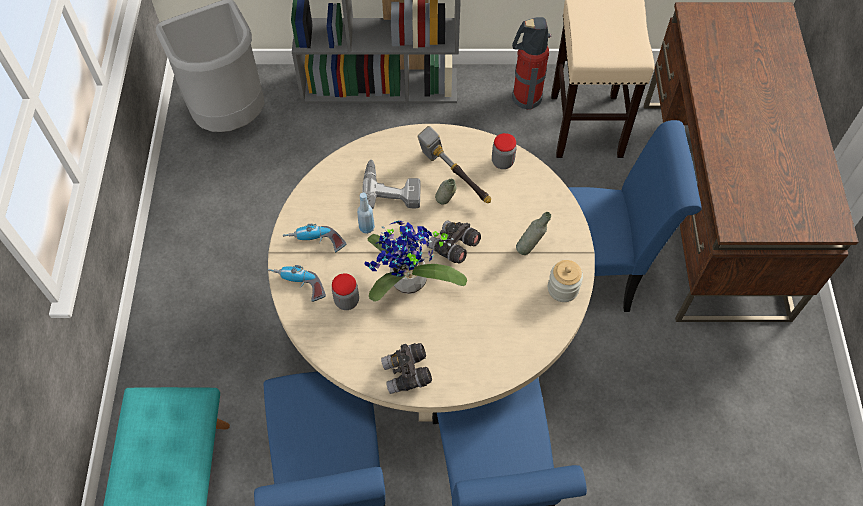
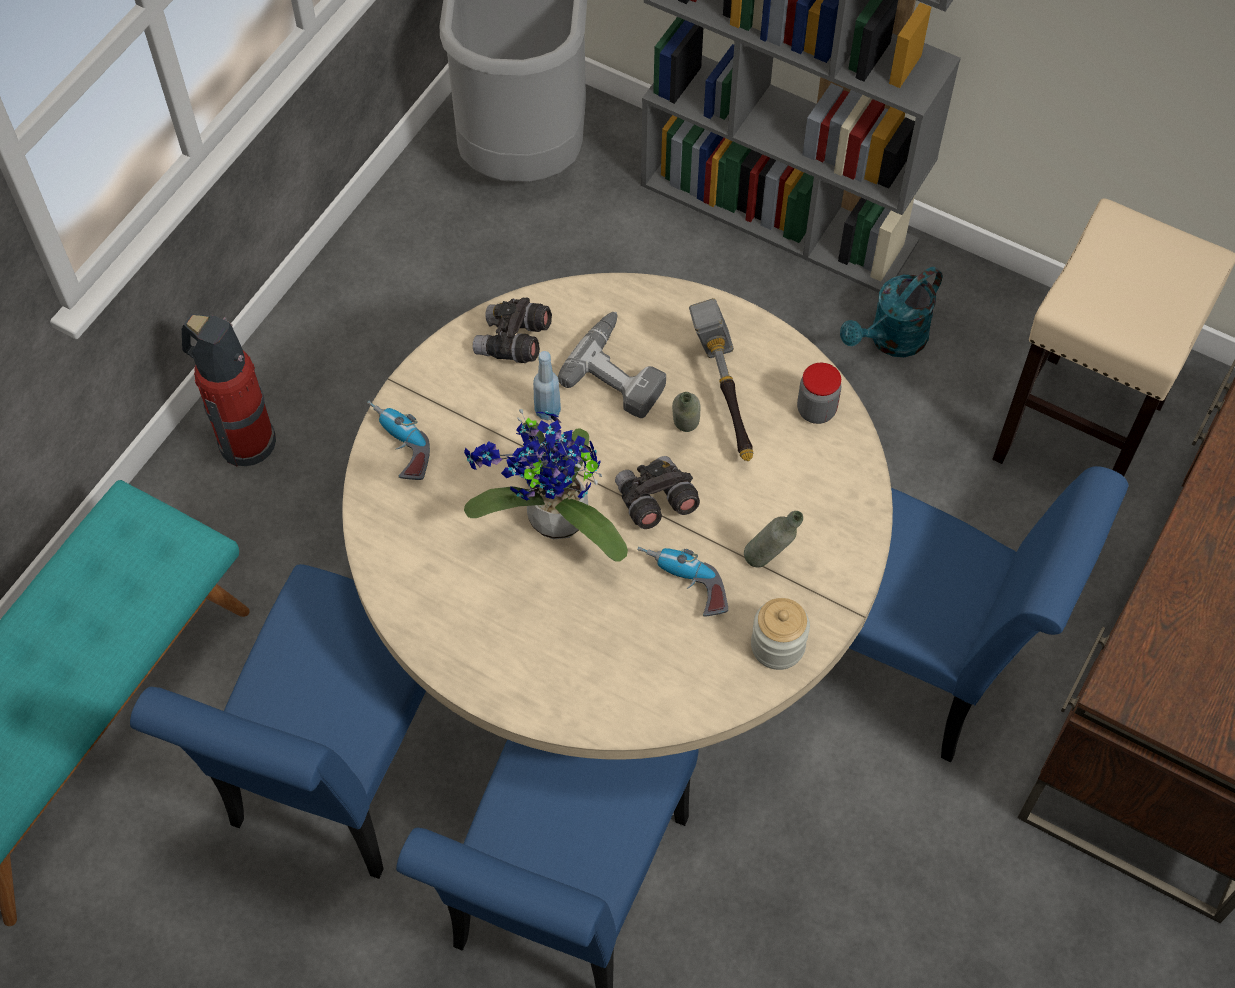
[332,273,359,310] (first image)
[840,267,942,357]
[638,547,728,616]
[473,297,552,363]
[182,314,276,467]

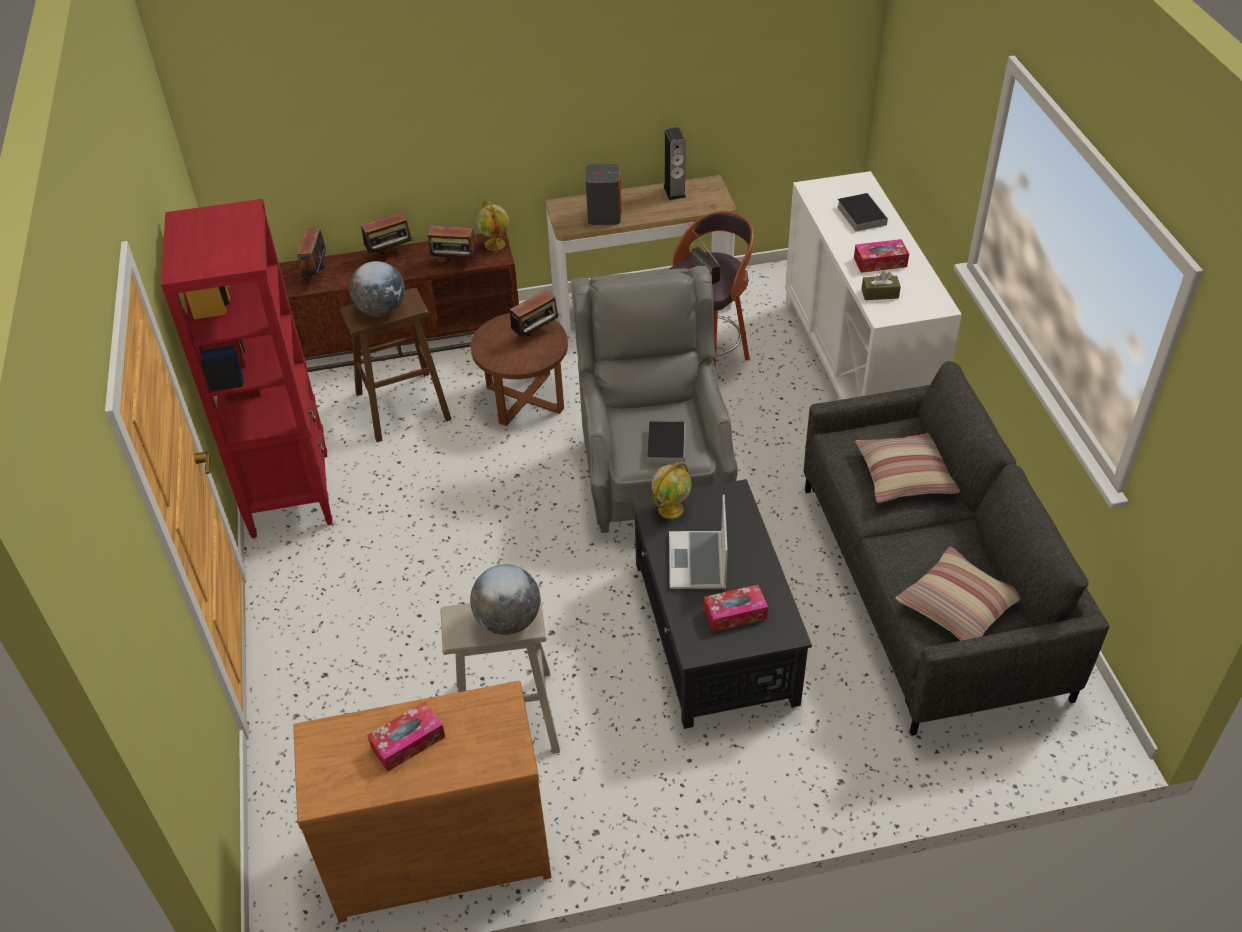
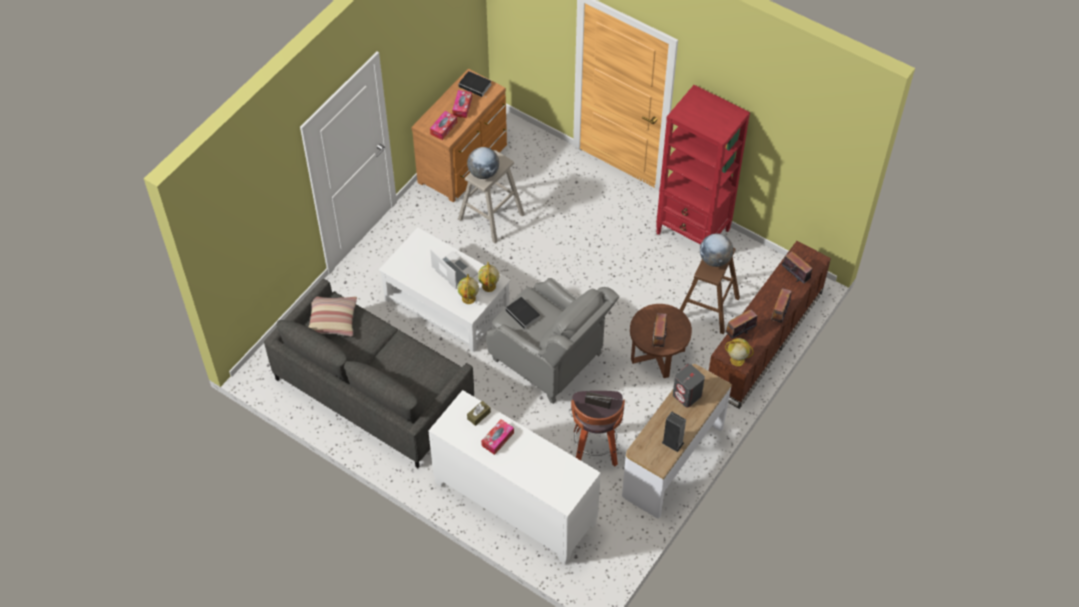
[855,433,960,503] (first image)
[457,274,479,304]
[430,111,457,140]
[458,71,492,98]
[379,227,511,352]

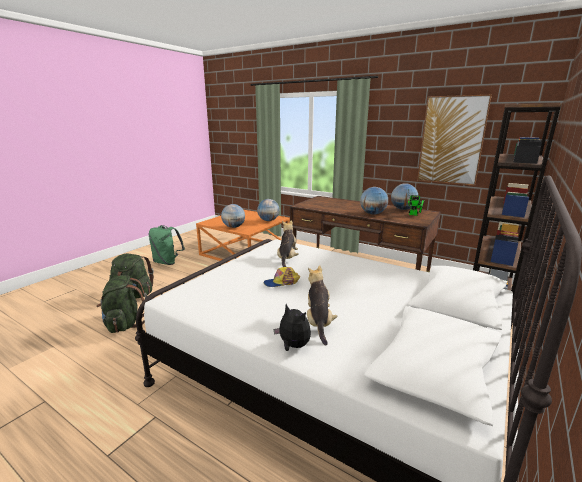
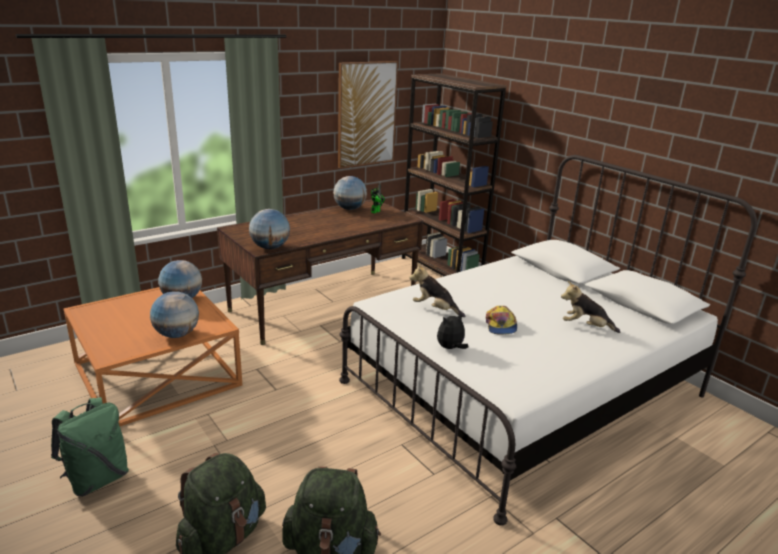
[437,312,469,349]
[249,209,290,249]

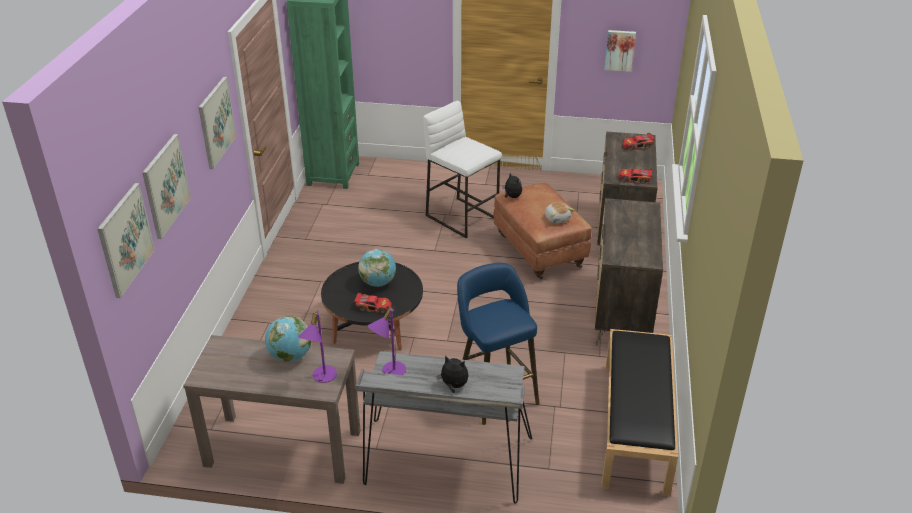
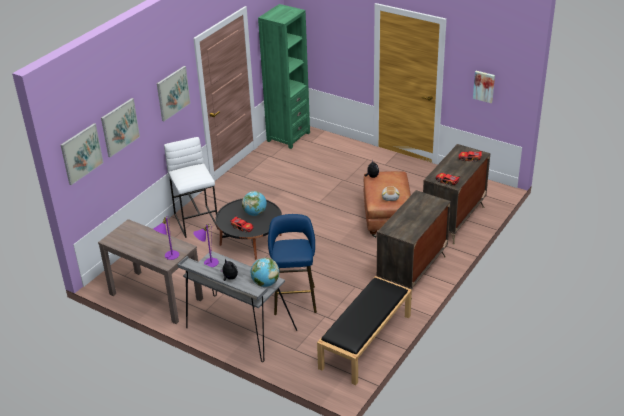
[251,258,279,287]
[164,137,218,238]

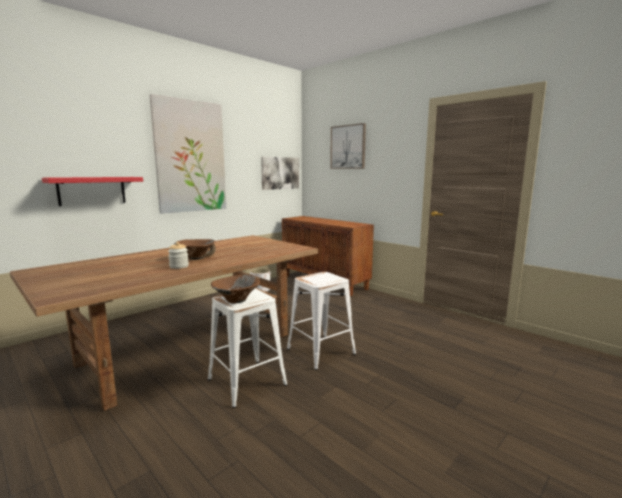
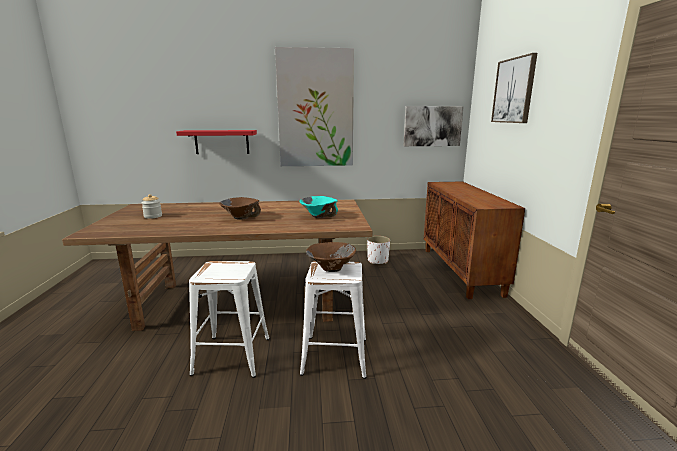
[300,196,338,218]
[141,194,162,219]
[306,242,356,272]

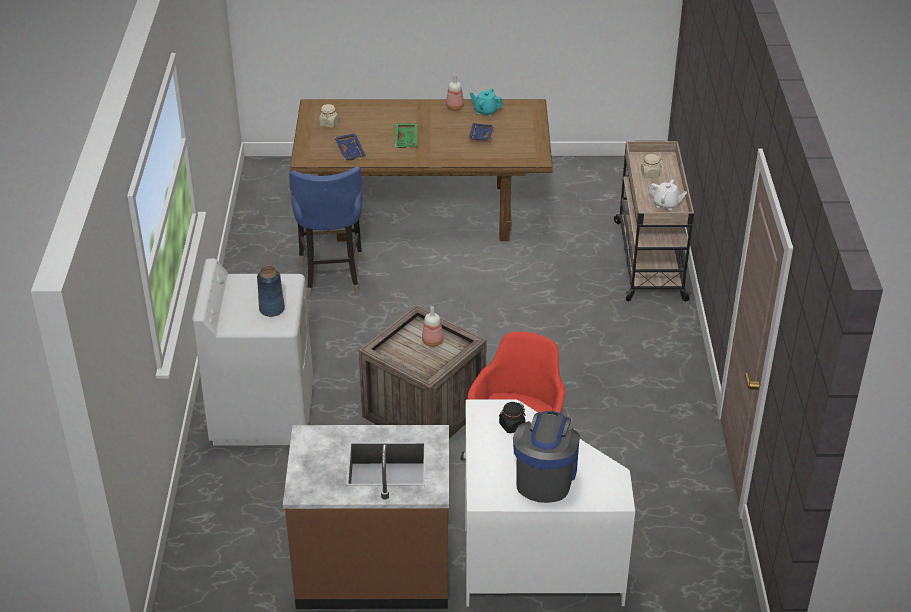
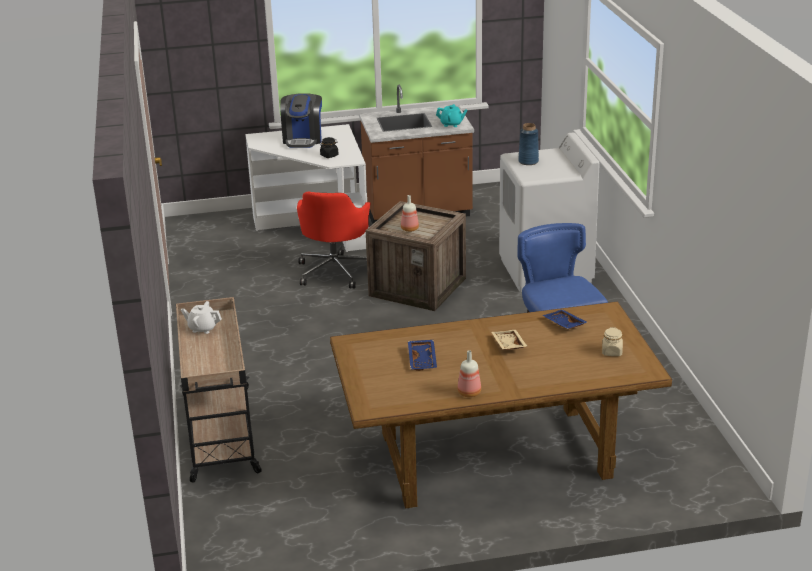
[640,154,662,178] (first image)
[436,104,467,127]
[492,330,528,350]

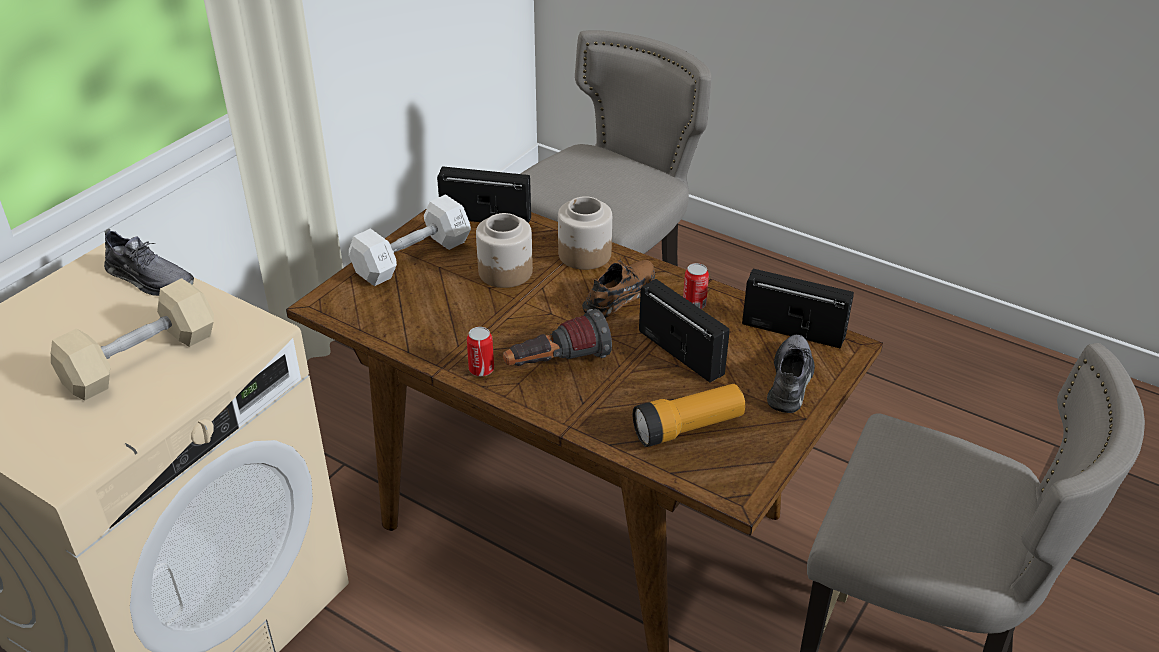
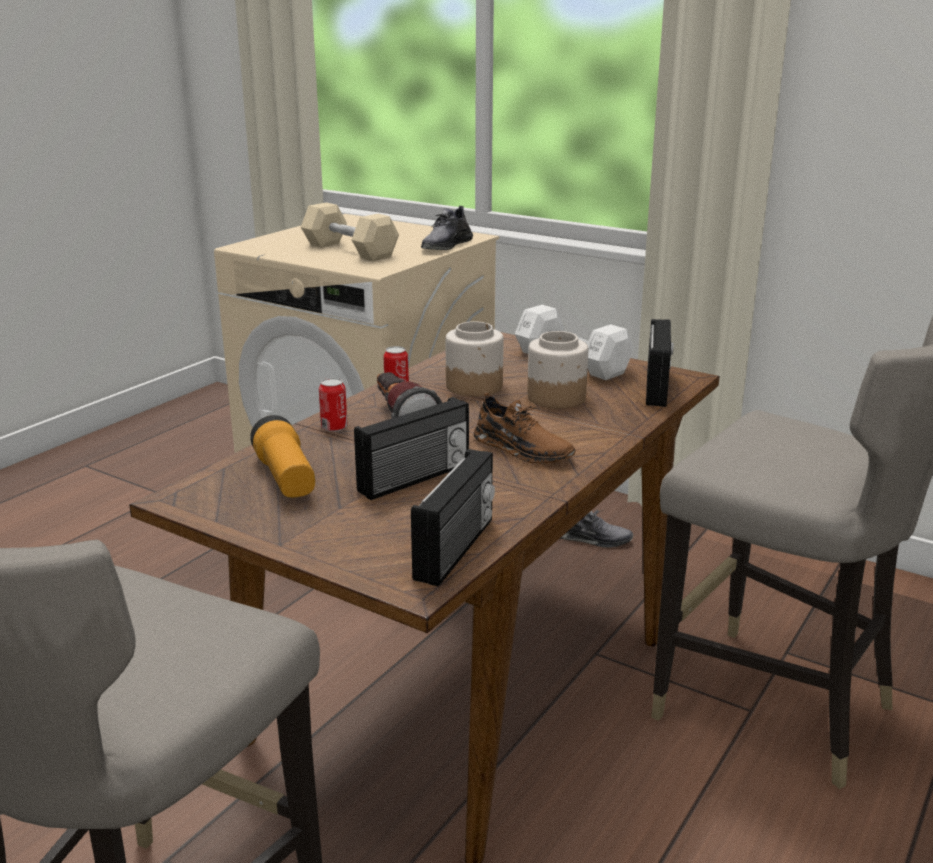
[446,321,504,397]
[319,378,348,432]
[560,510,633,548]

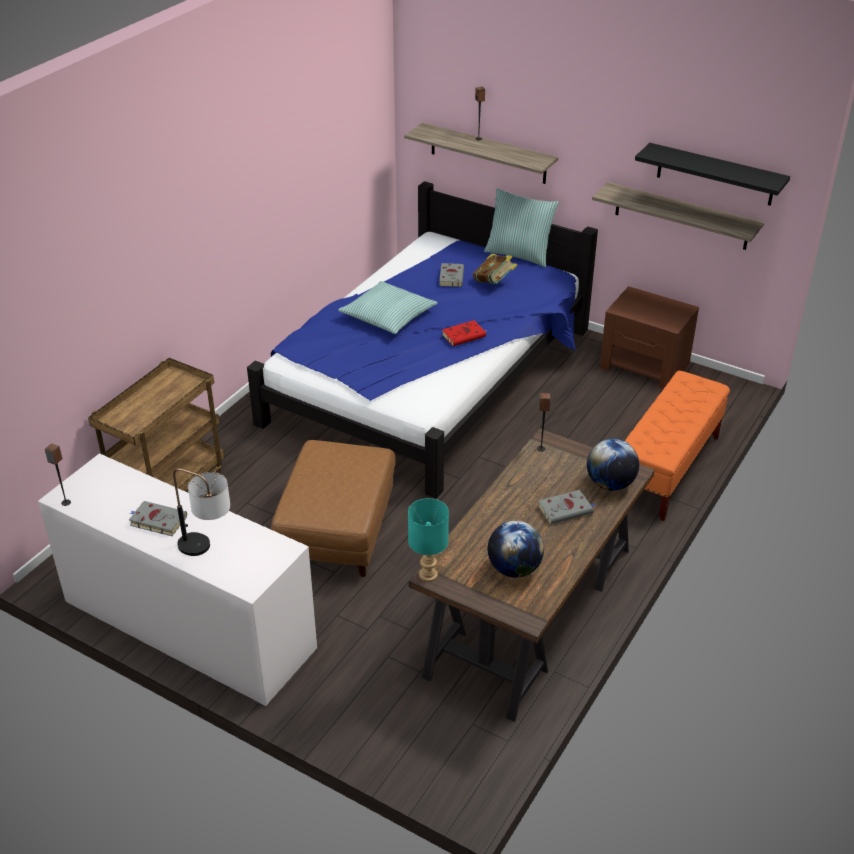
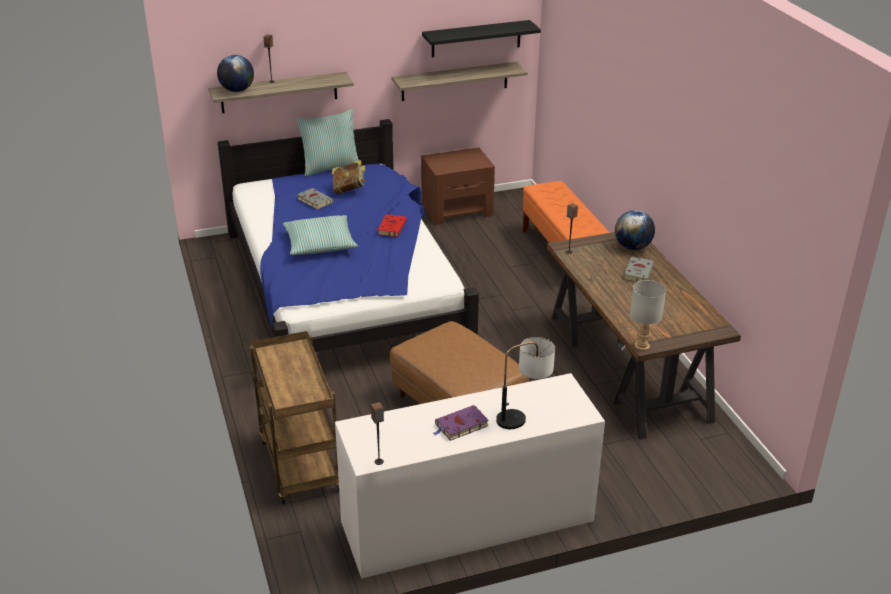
[217,55,254,92]
[433,405,489,441]
[630,280,666,351]

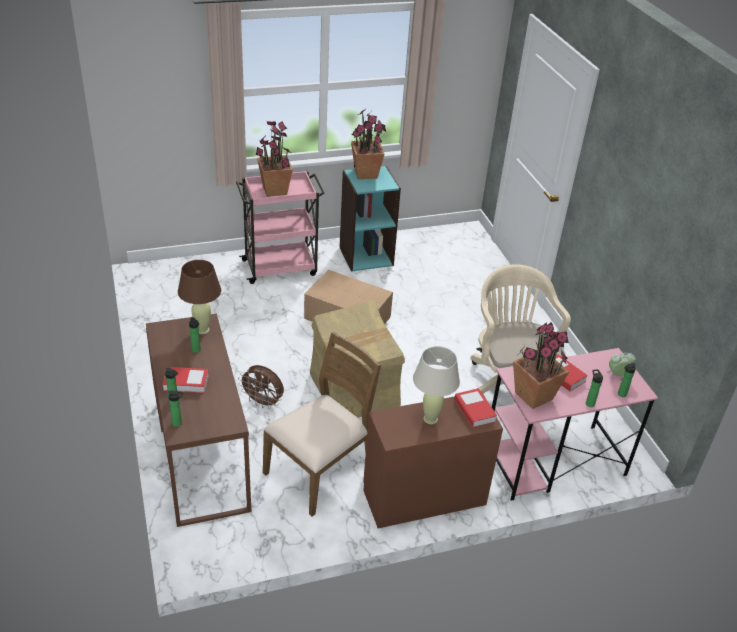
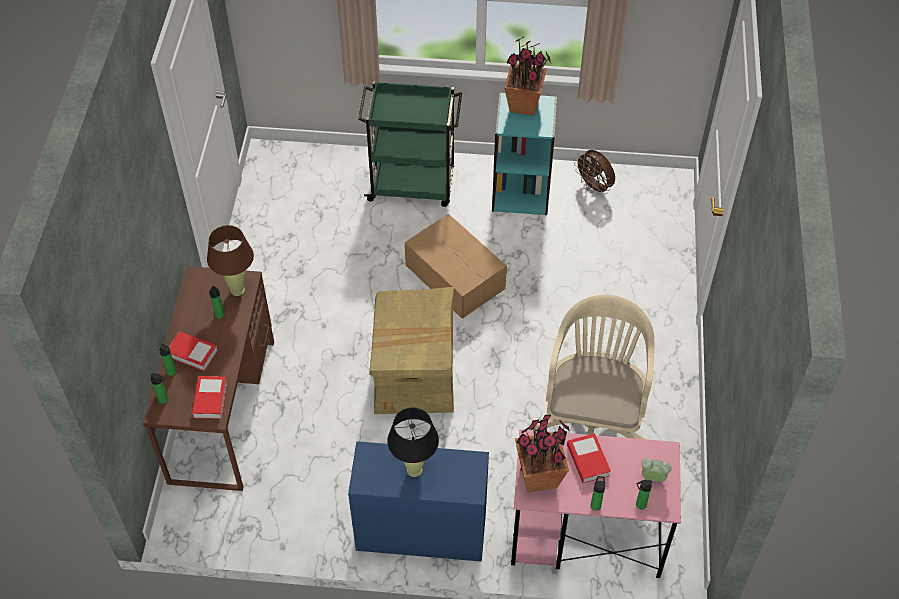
[256,121,293,197] (first image)
[263,332,381,516] (first image)
[574,150,615,195]
[192,376,227,419]
[358,81,462,207]
[348,441,489,562]
[388,407,439,477]

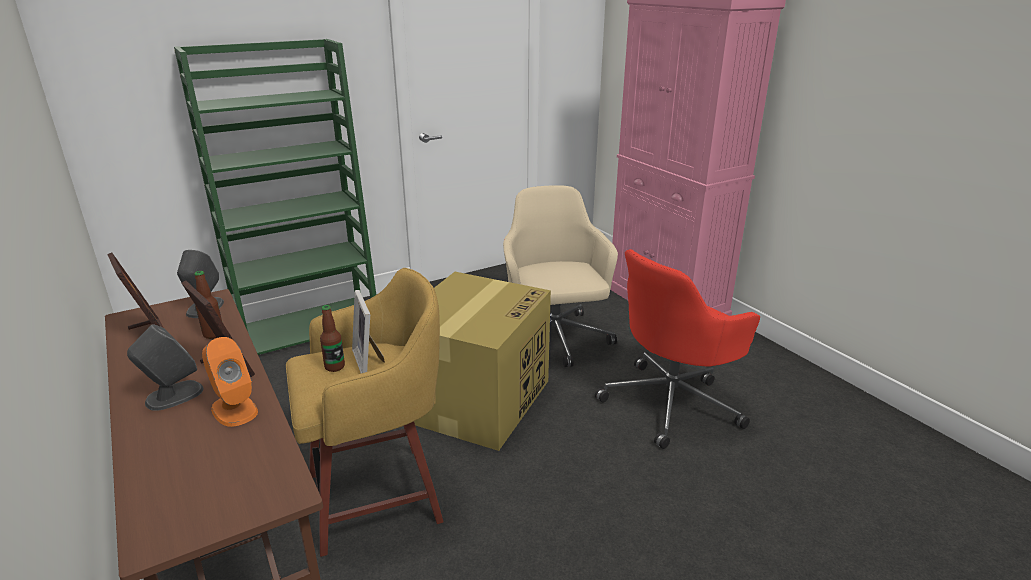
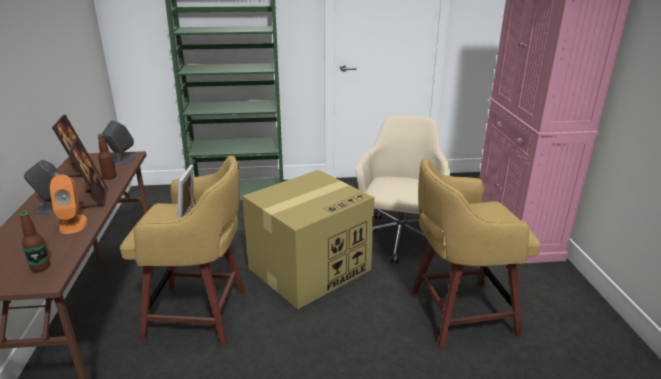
[19,211,50,272]
[411,157,541,348]

